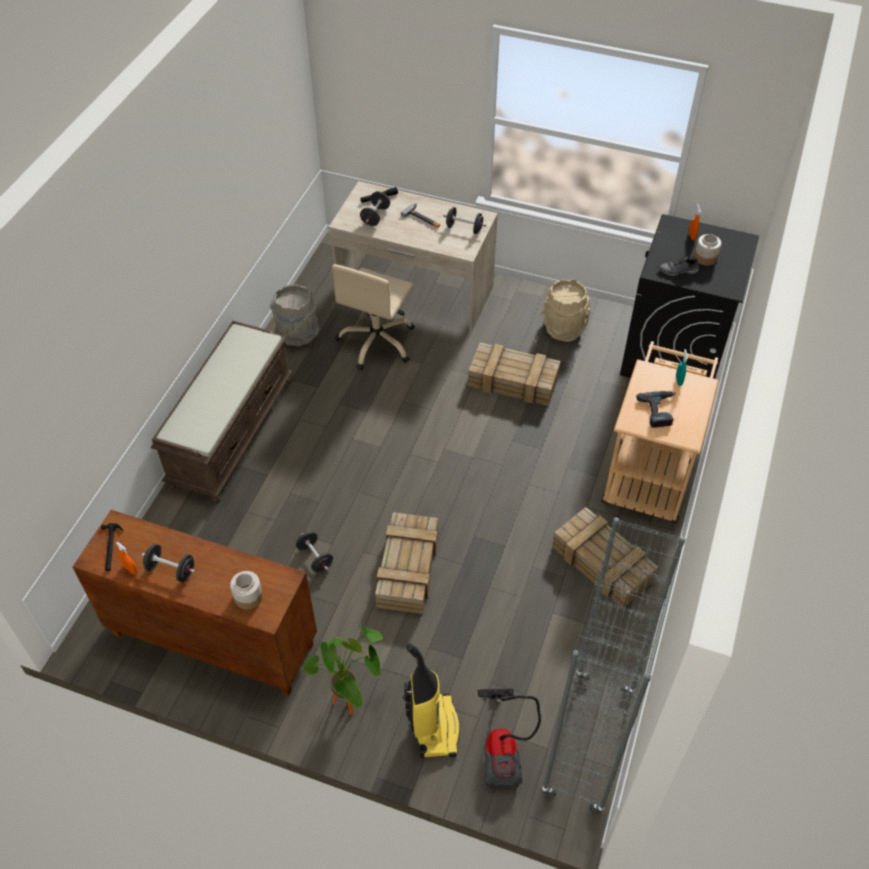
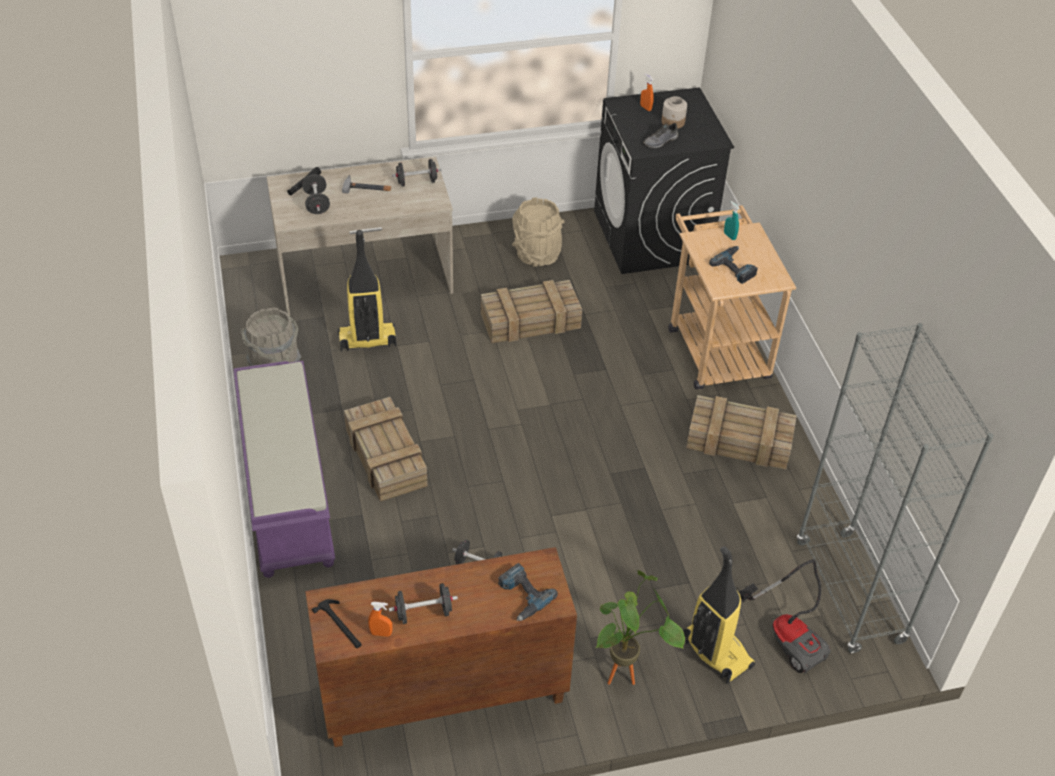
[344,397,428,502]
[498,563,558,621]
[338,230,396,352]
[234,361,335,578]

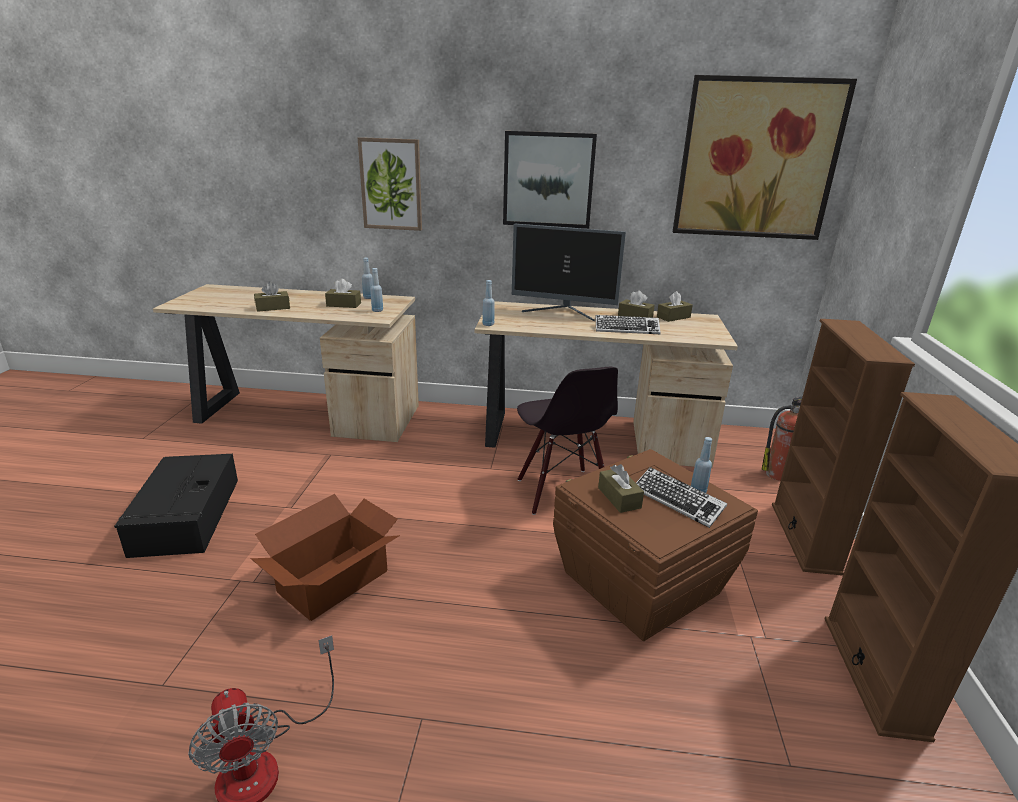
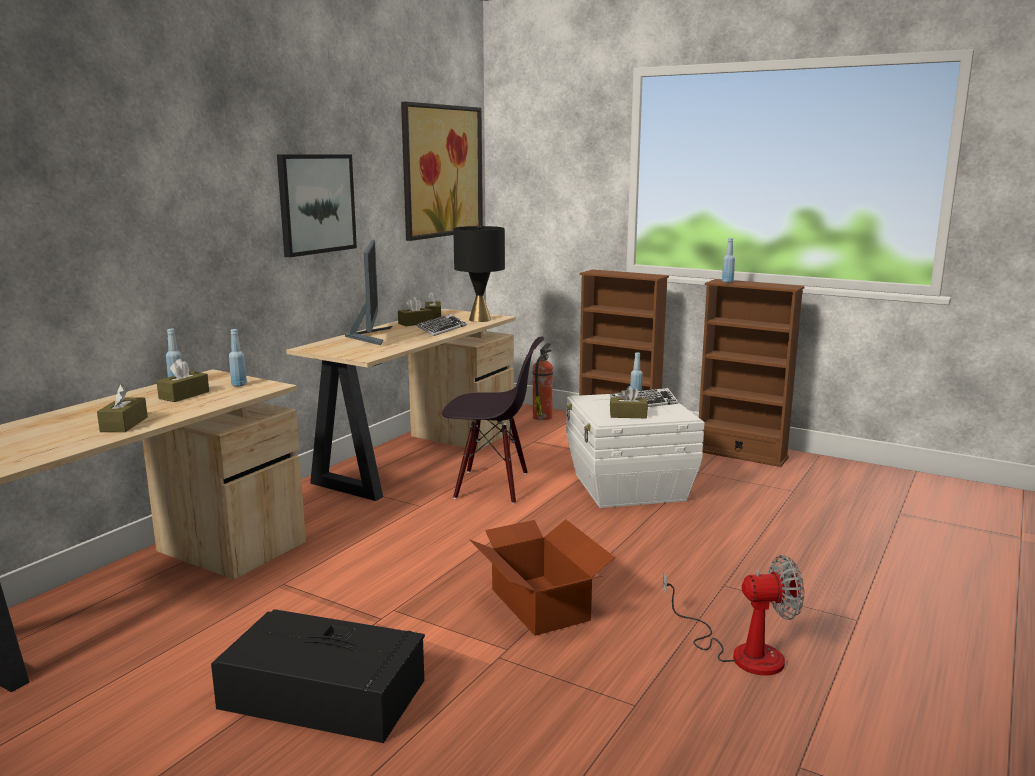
[358,137,422,231] (first image)
[453,225,505,322]
[722,238,735,283]
[566,394,705,508]
[345,240,392,345]

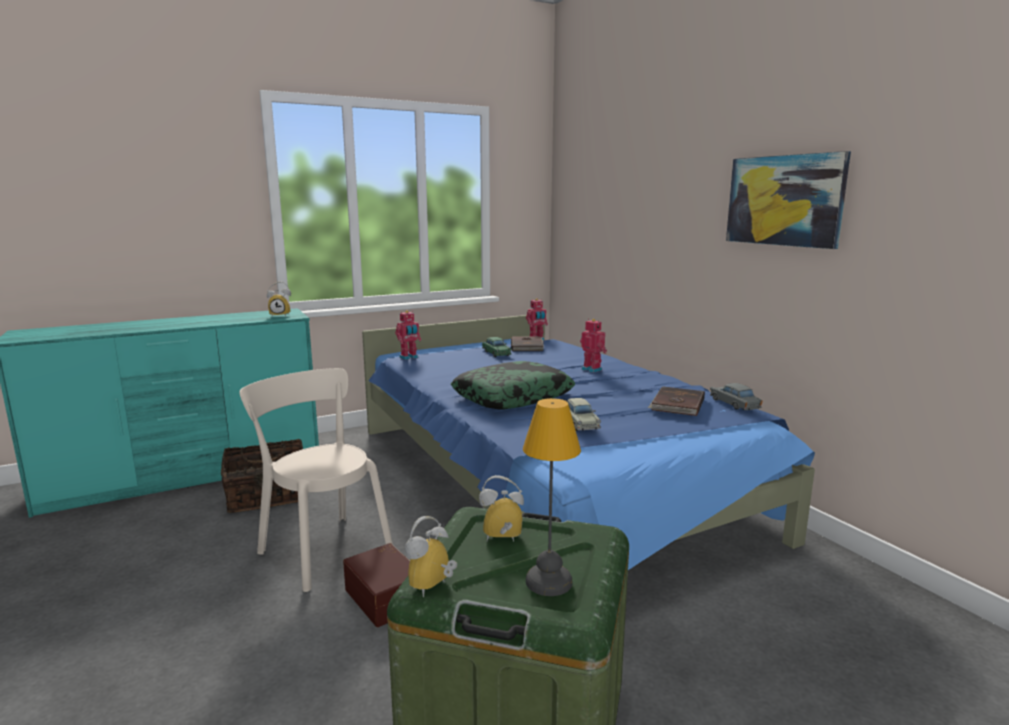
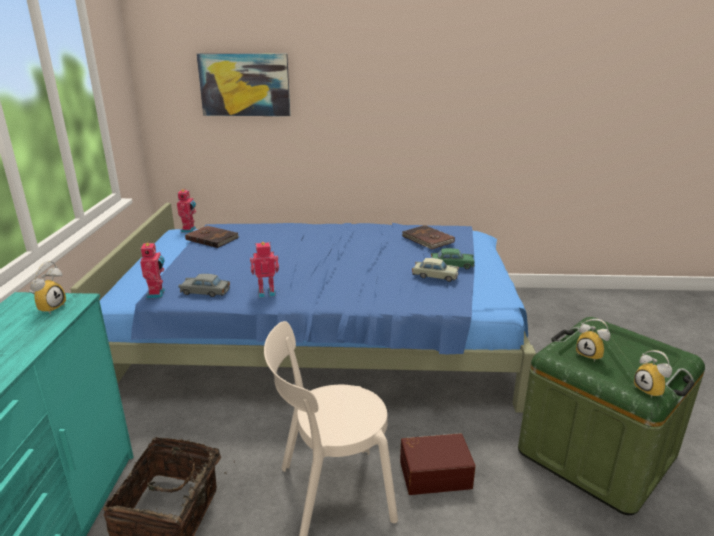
[451,361,575,410] (first image)
[523,398,581,596] (first image)
[431,248,475,269]
[250,242,279,298]
[178,274,230,297]
[196,53,290,116]
[576,319,610,362]

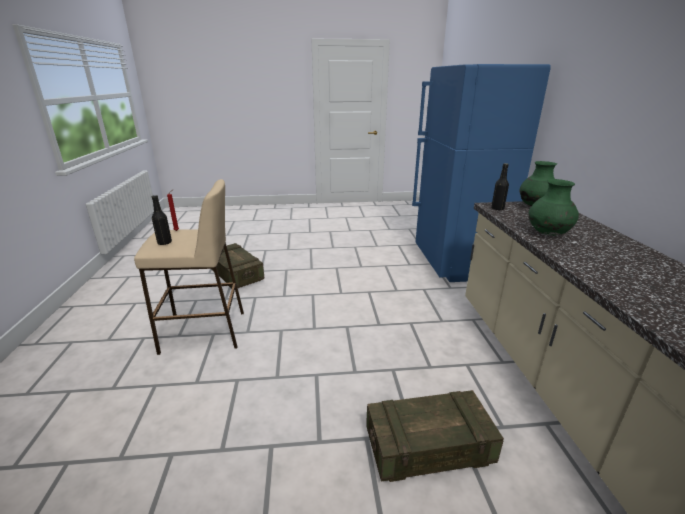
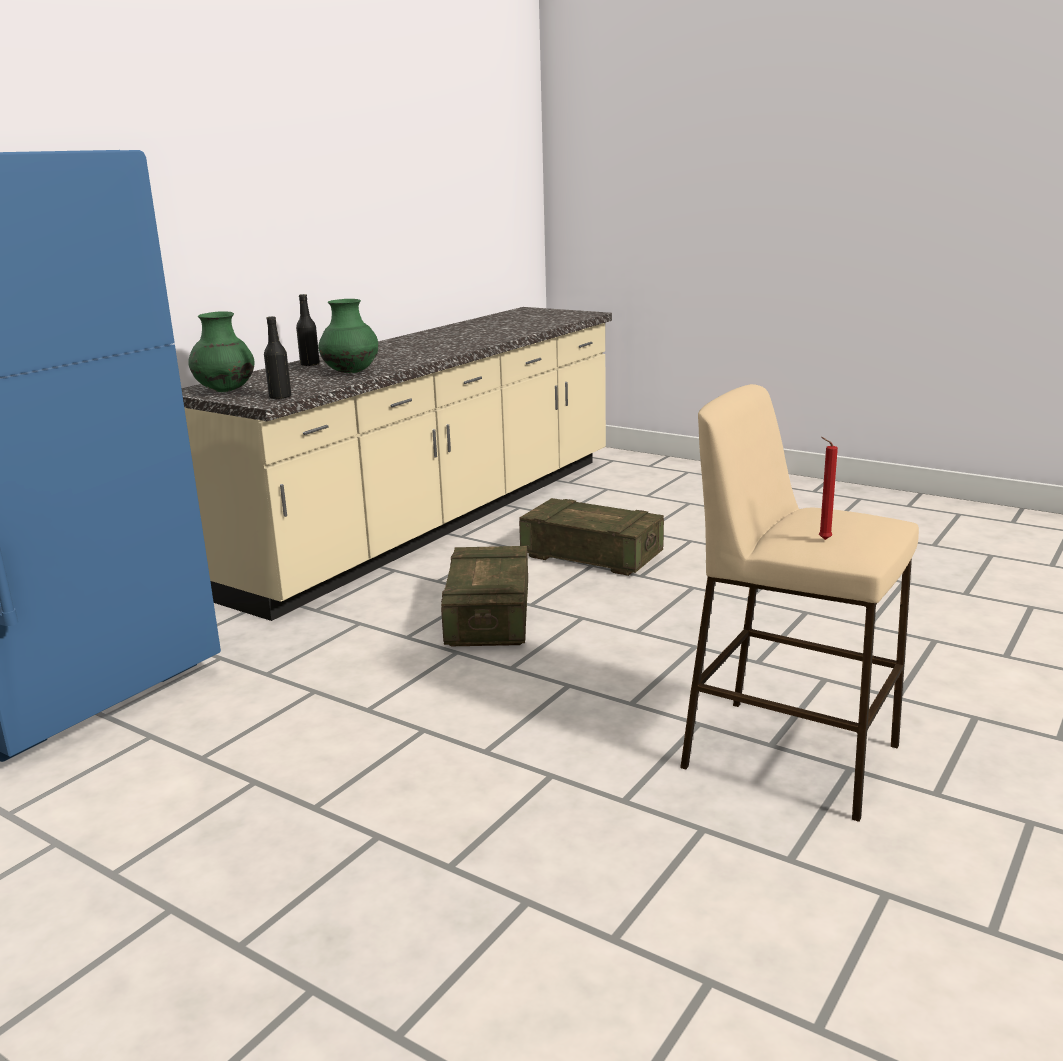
[296,294,320,366]
[441,546,528,646]

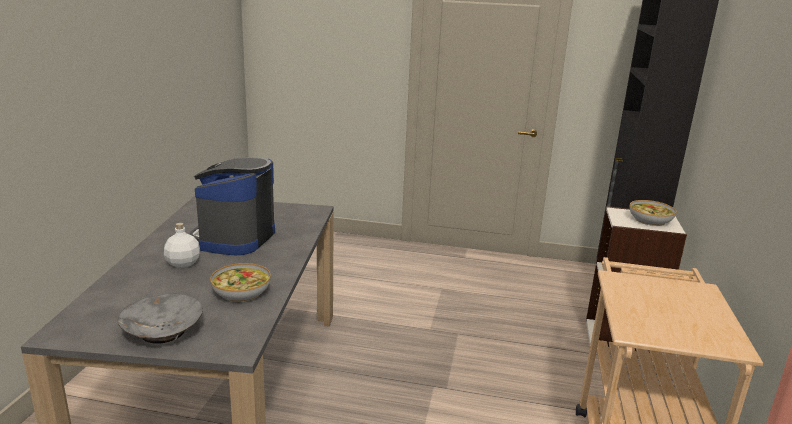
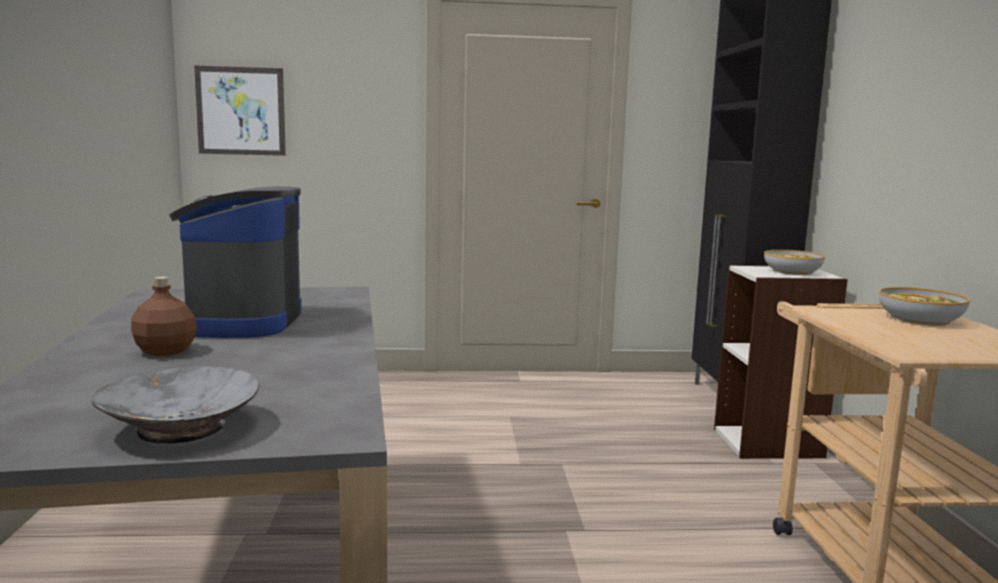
[194,66,286,156]
[879,287,970,326]
[131,277,197,356]

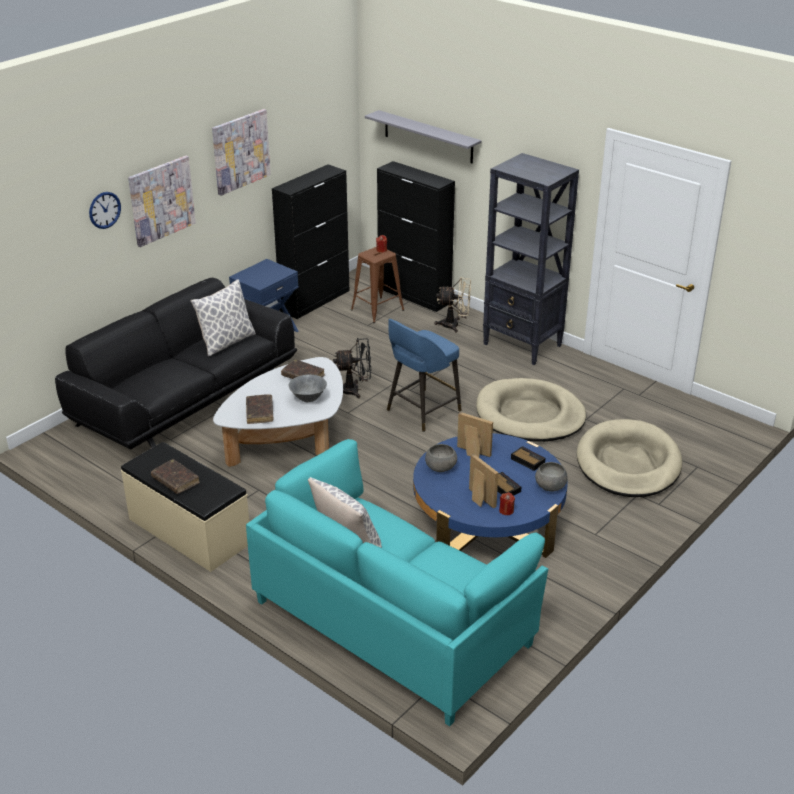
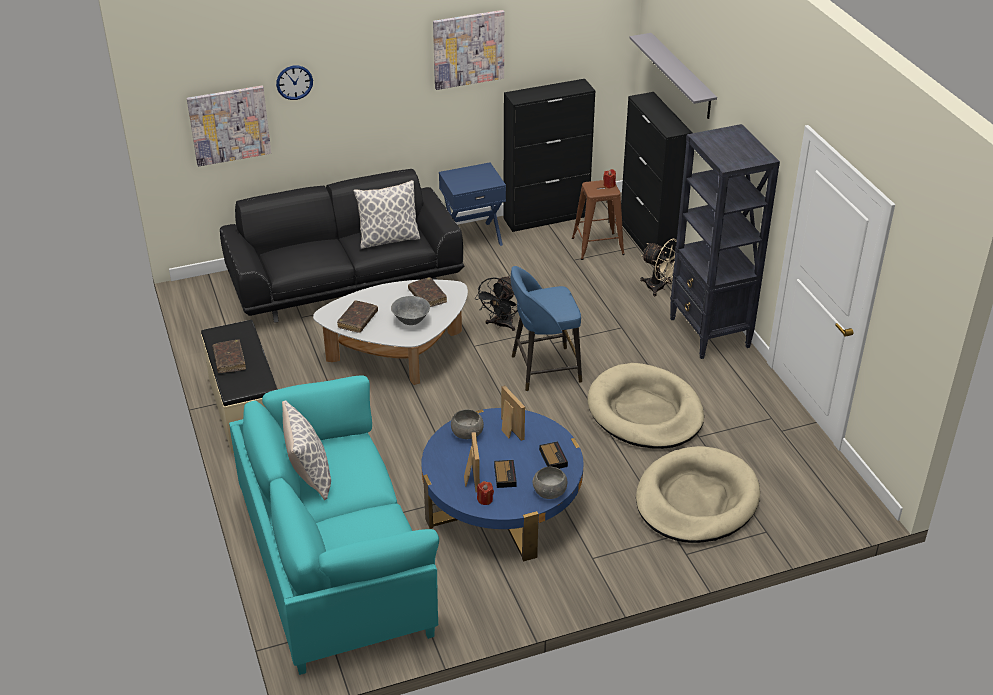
[187,86,271,167]
[475,276,518,331]

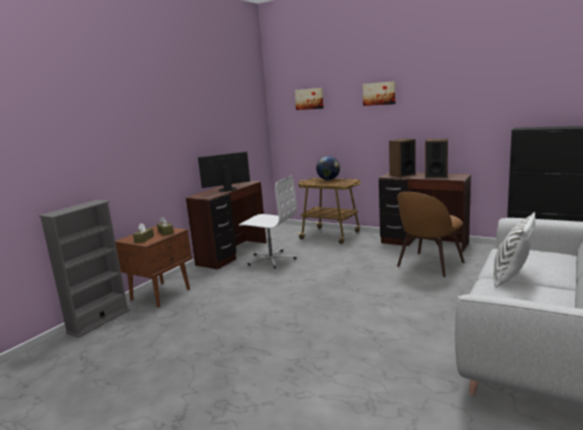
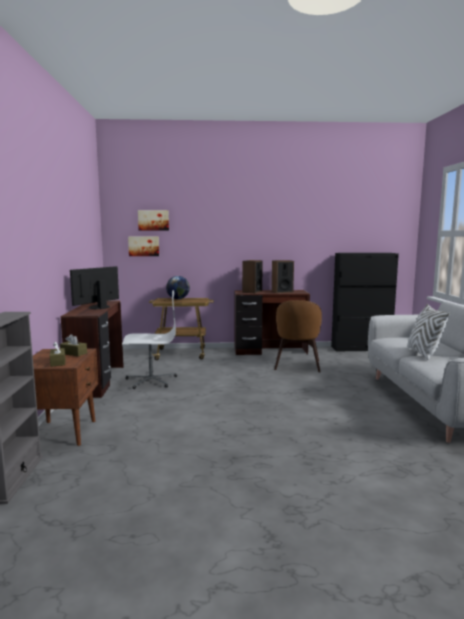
[128,237,159,256]

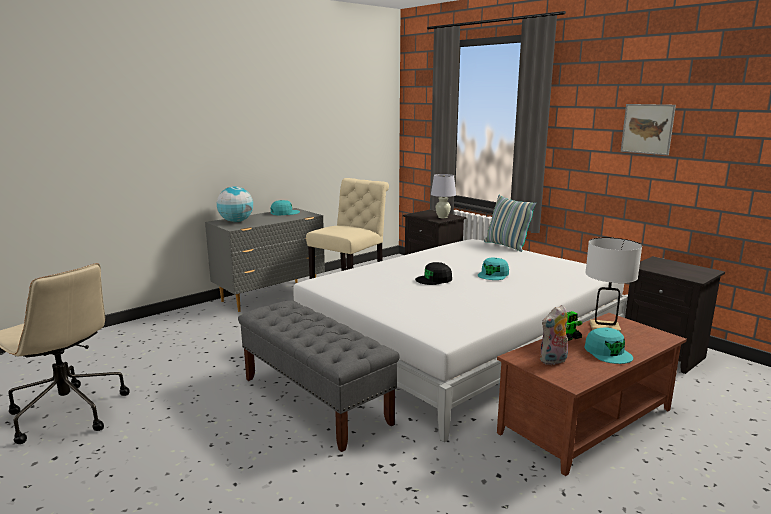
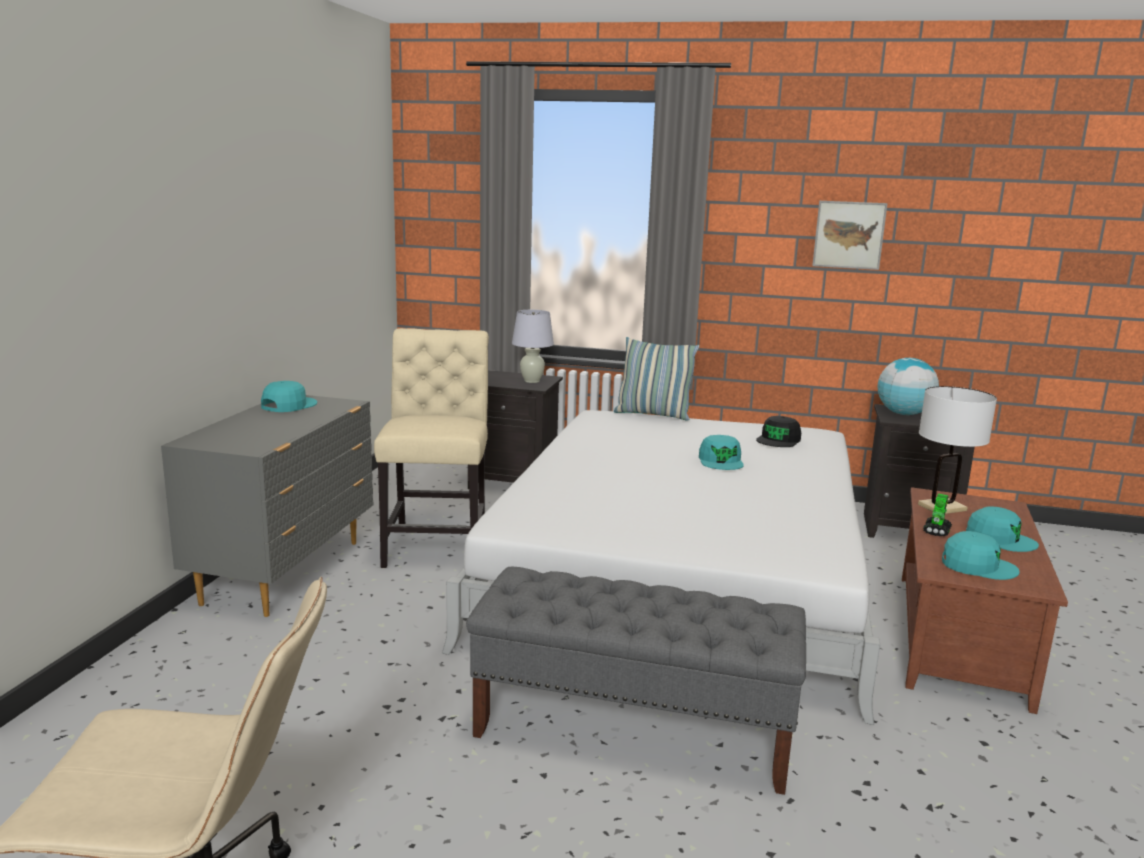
[878,358,939,415]
[756,416,801,447]
[942,531,1020,580]

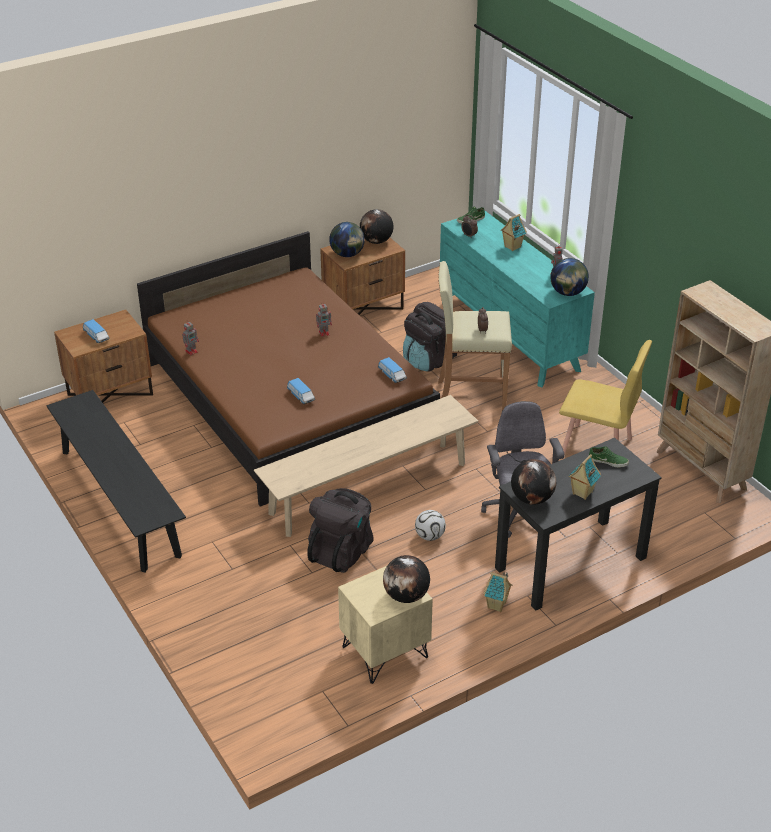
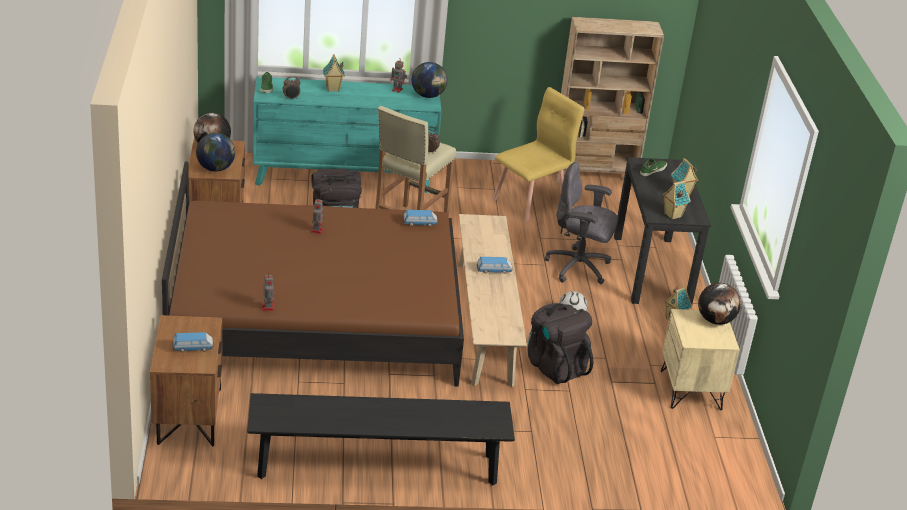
[477,257,512,274]
[663,180,691,220]

